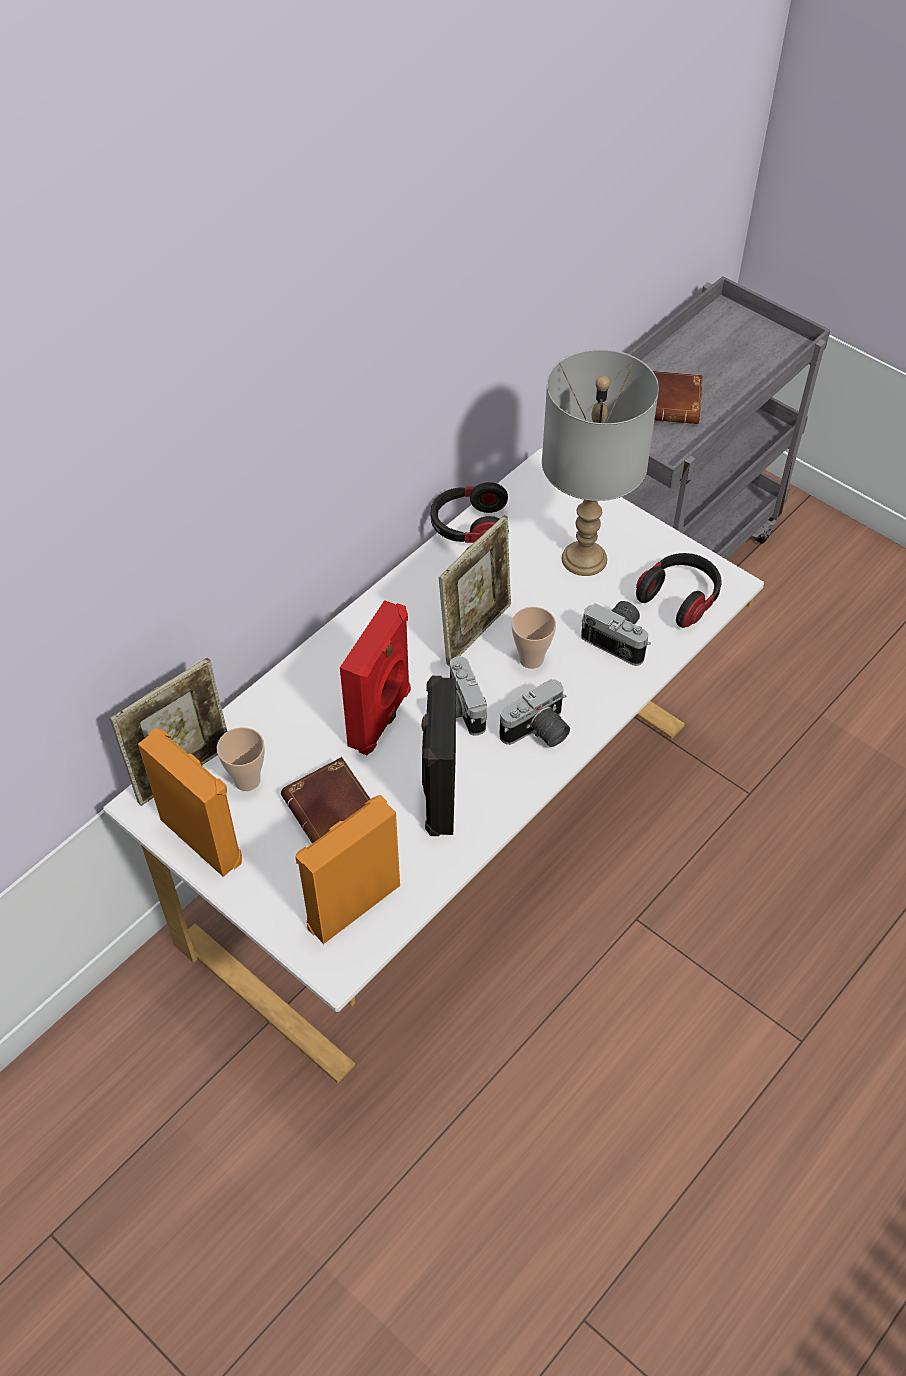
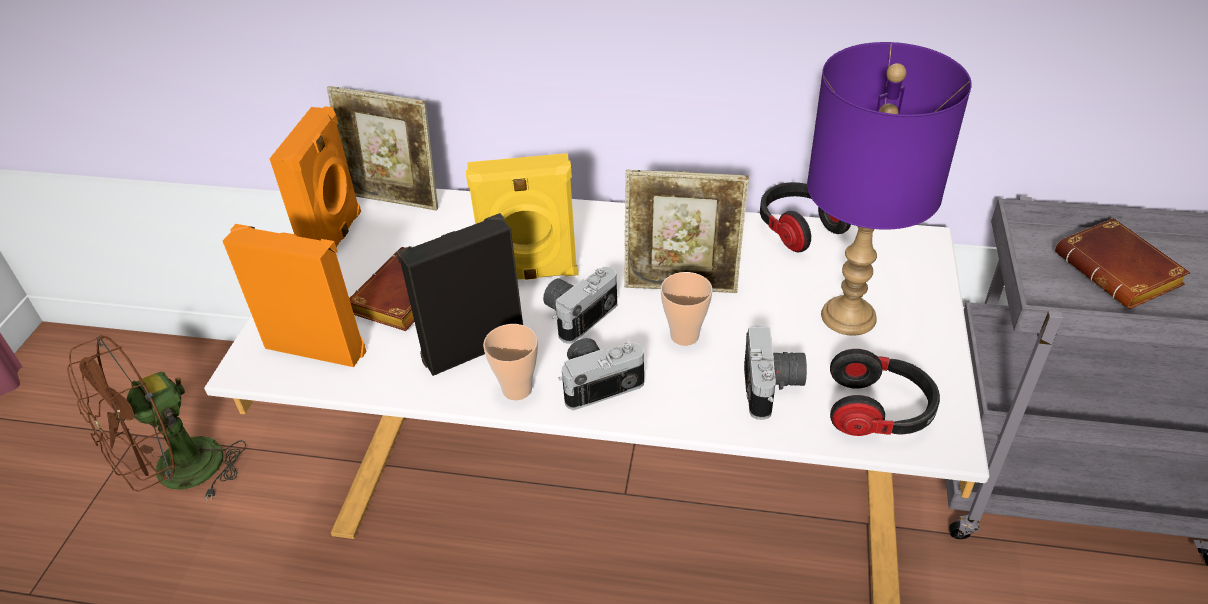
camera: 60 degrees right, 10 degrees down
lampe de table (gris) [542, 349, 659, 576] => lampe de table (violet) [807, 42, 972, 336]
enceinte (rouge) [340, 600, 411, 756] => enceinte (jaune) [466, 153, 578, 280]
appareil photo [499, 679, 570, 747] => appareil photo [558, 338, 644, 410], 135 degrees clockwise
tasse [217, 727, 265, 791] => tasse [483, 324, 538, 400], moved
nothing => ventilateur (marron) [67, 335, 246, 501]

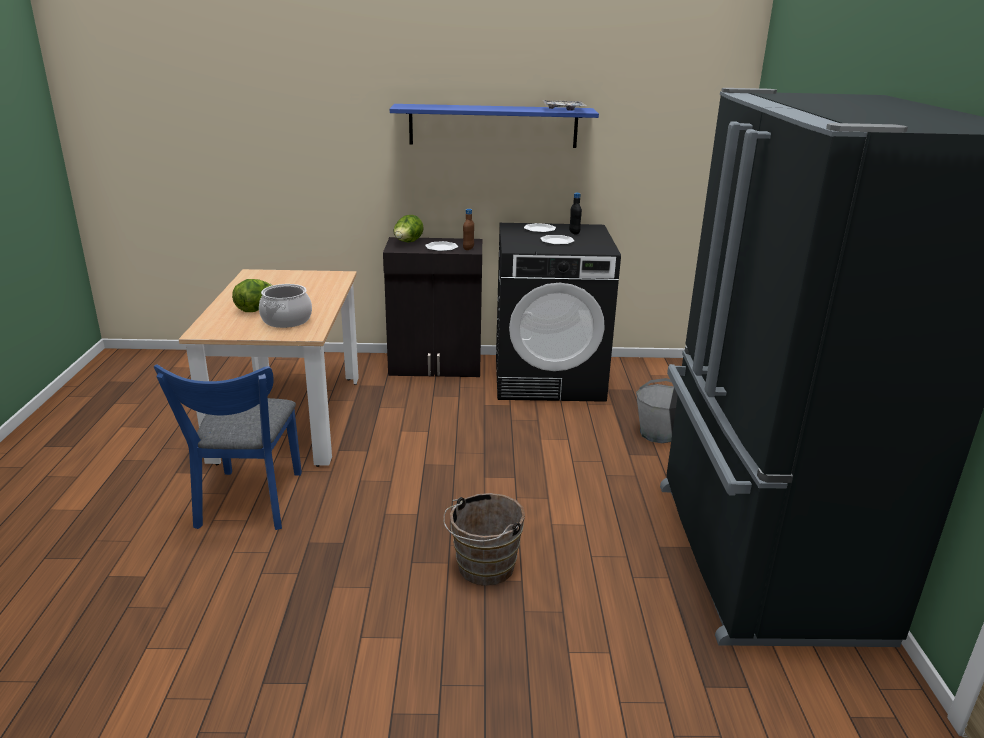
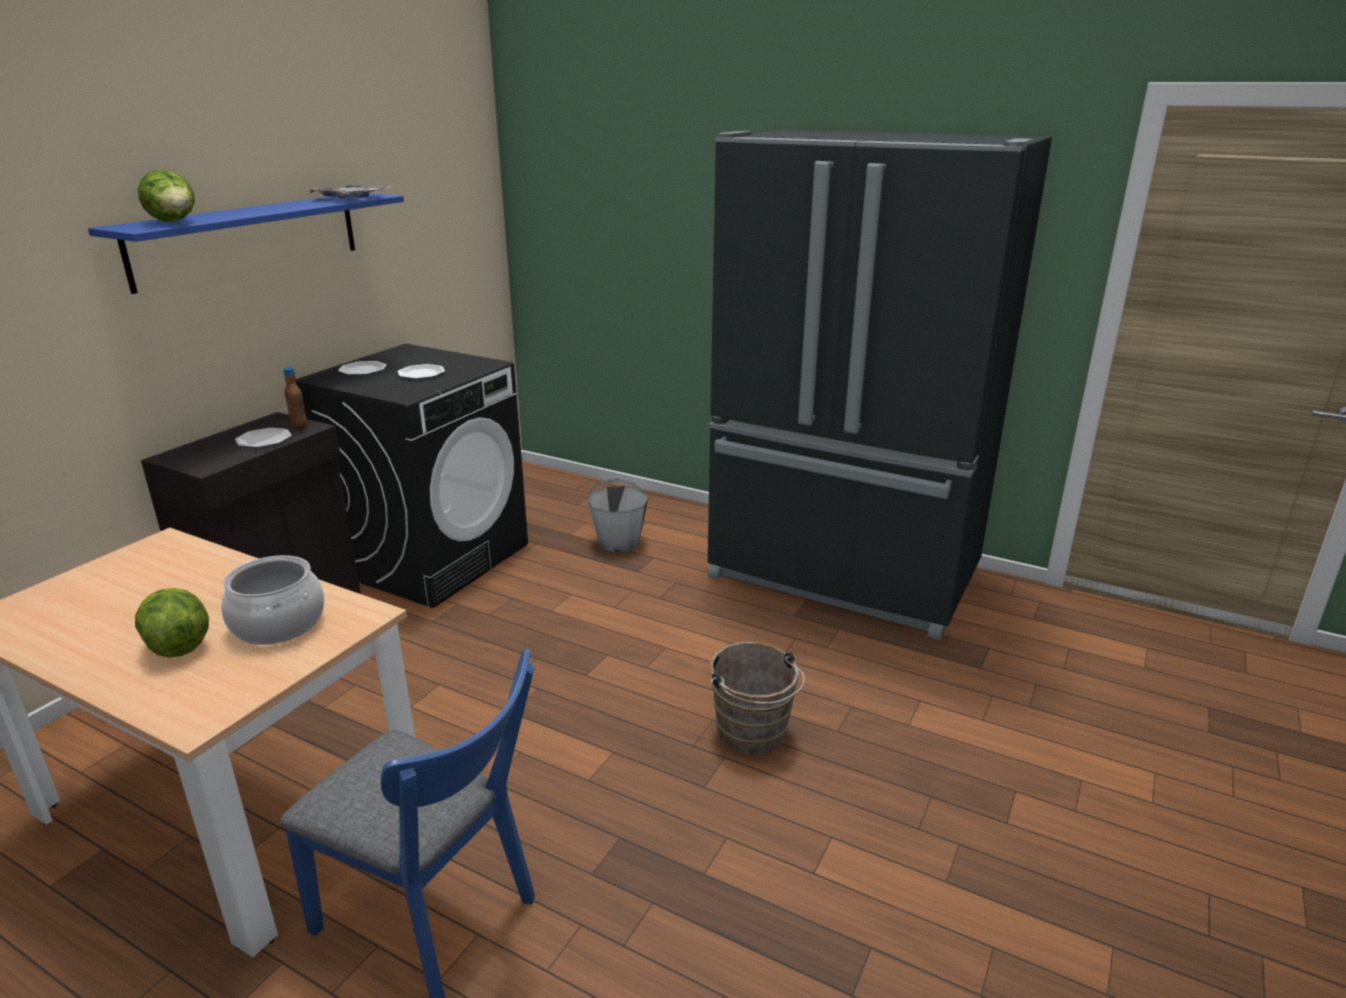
camera: 60 degrees left, 0 degrees up
bouteille (noir) [569, 193, 582, 235] => nothing
laitue [393, 215, 424, 242] => laitue [138, 170, 195, 222], moved

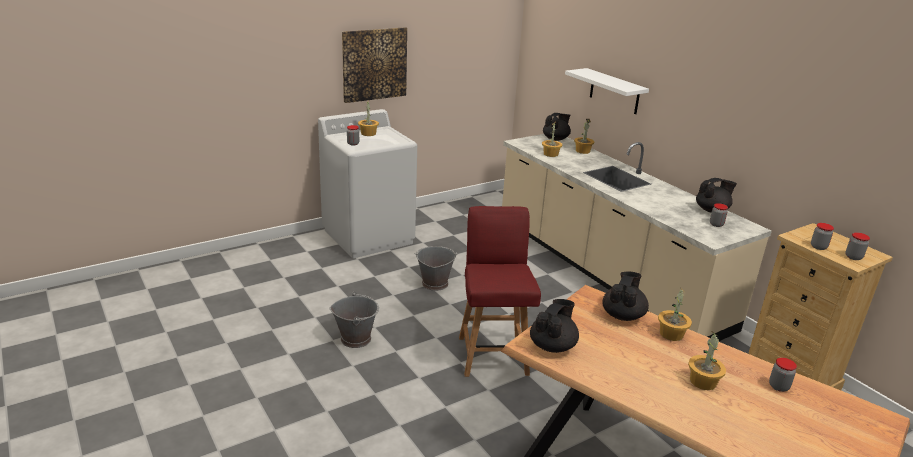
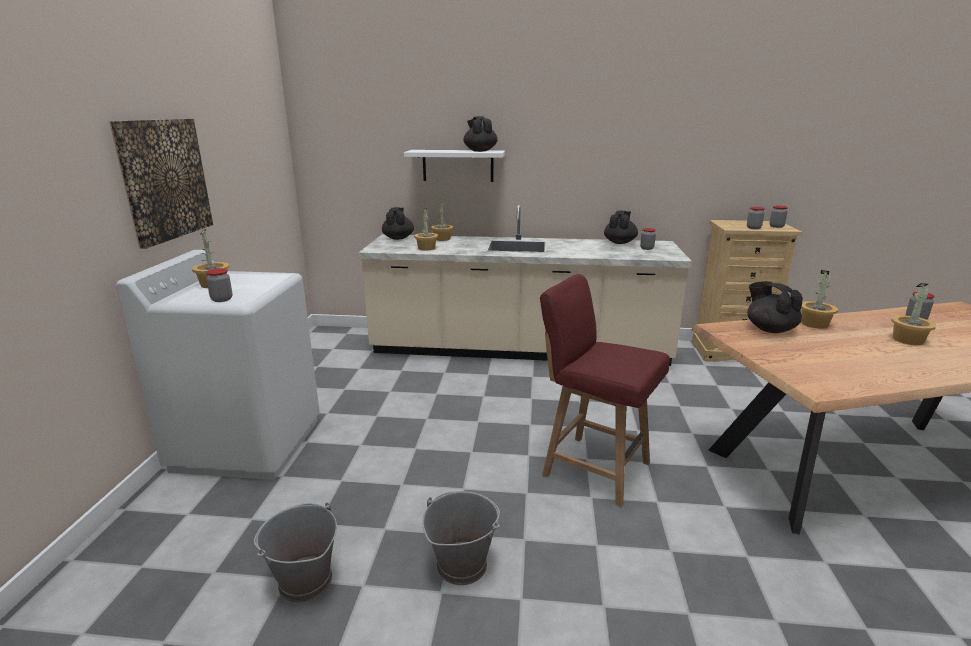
camera: 50 degrees left, 5 degrees down
seau (gris) [415, 246, 458, 291] => seau (gris) [253, 502, 337, 603], moved
théière (noir) [530, 299, 579, 353] => théière (noir) [463, 116, 498, 152], moved

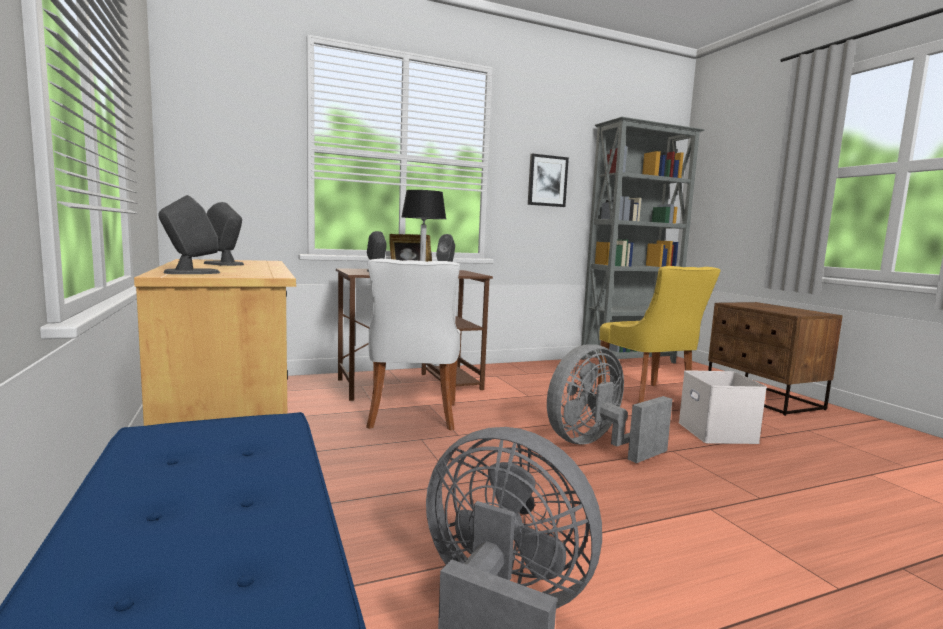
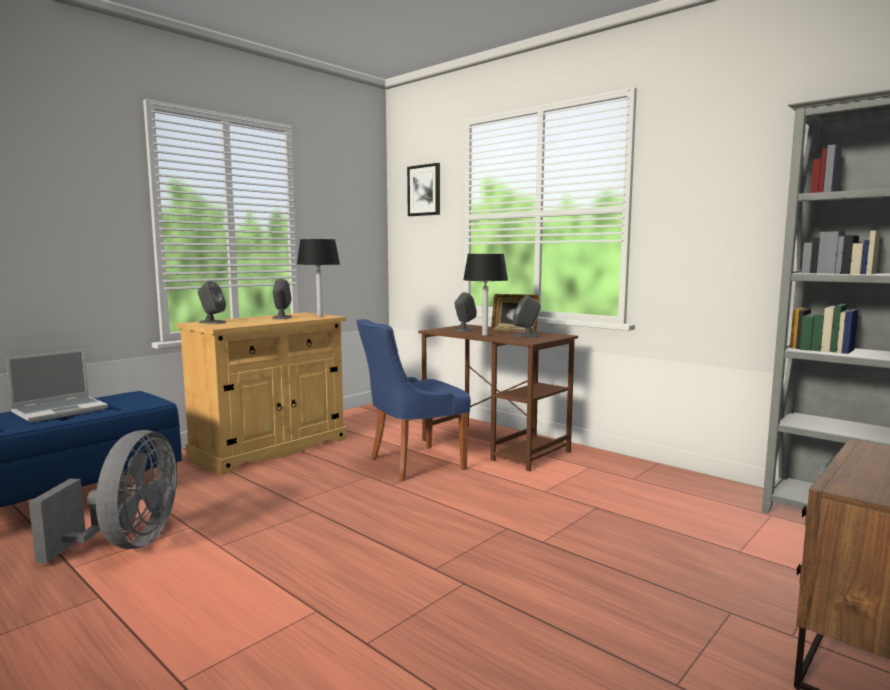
camera: 65 degrees right, 0 degrees up
tableau [528, 153, 569, 207] => tableau [407, 163, 440, 216], moved
chaise (blanc) [366, 259, 460, 430] => chaise (bleu) [356, 319, 471, 481]
chaise (jaune) [598, 266, 721, 403] => nothing
ventilateur (gris) [547, 344, 673, 463] => nothing
boîte de rangement (blanc) [678, 370, 767, 444] => nothing
nothing => lampe de table (noir) [297, 239, 340, 317]
nothing => ordinateur portable [6, 349, 108, 423]

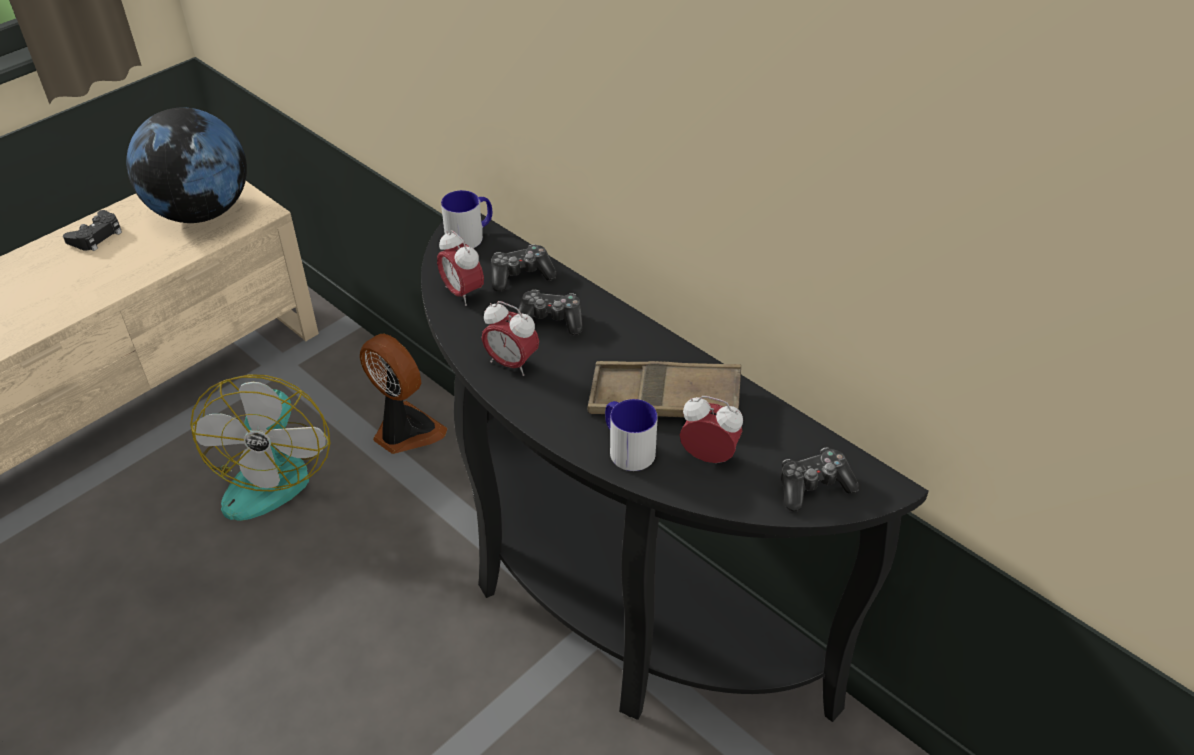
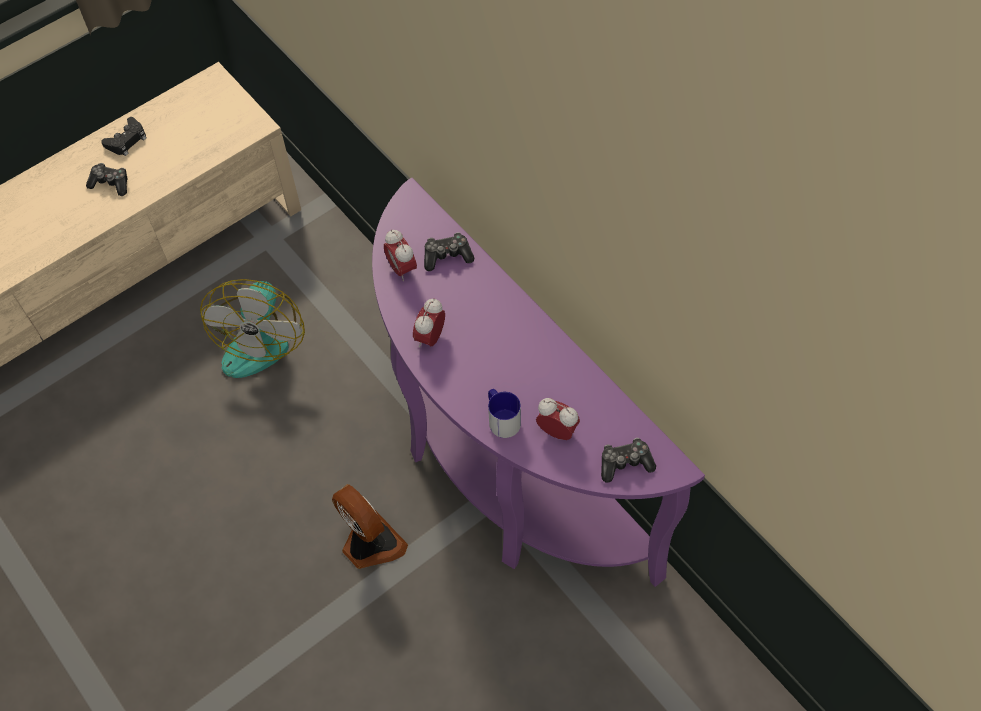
camera: 10 degrees right, 15 degrees up
globe [126, 107, 247, 223] => nothing
mug [441, 190, 492, 248] => nothing
table console (noir) [421, 214, 929, 722] => table console (violet) [372, 178, 705, 587]
manette [517, 290, 583, 335] => manette [86, 163, 128, 196], moved
réveil [482, 301, 539, 376] => réveil [413, 298, 445, 347], 75 degrees clockwise
ventilateur [360, 334, 448, 454] => ventilateur [332, 484, 408, 569], moved
plateau (marron) [588, 361, 741, 418] => nothing

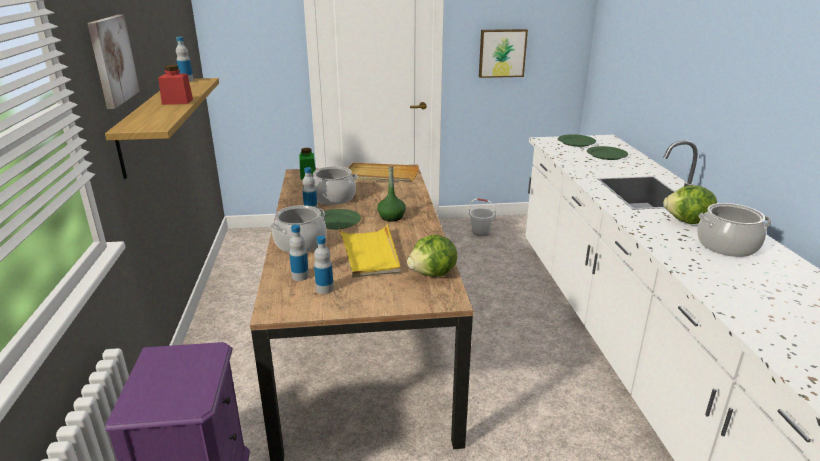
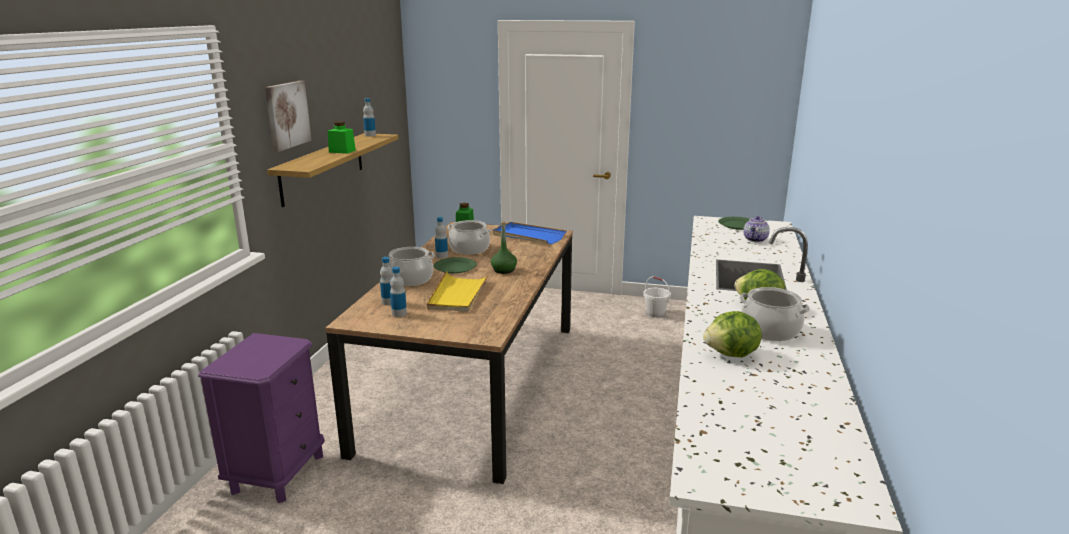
camera: 20 degrees right, 5 degrees down
tableau [479, 29, 528, 78] => nothing
bocal (rouge) [158, 65, 193, 105] => bocal (vert) [328, 121, 356, 154]
assiette (vert) [587, 146, 628, 160] => théière [743, 216, 770, 242]
plateau (beige) [348, 163, 419, 182] => plateau (bleu) [492, 222, 567, 244]
laitue [407, 235, 457, 277] => laitue [703, 311, 762, 357], moved

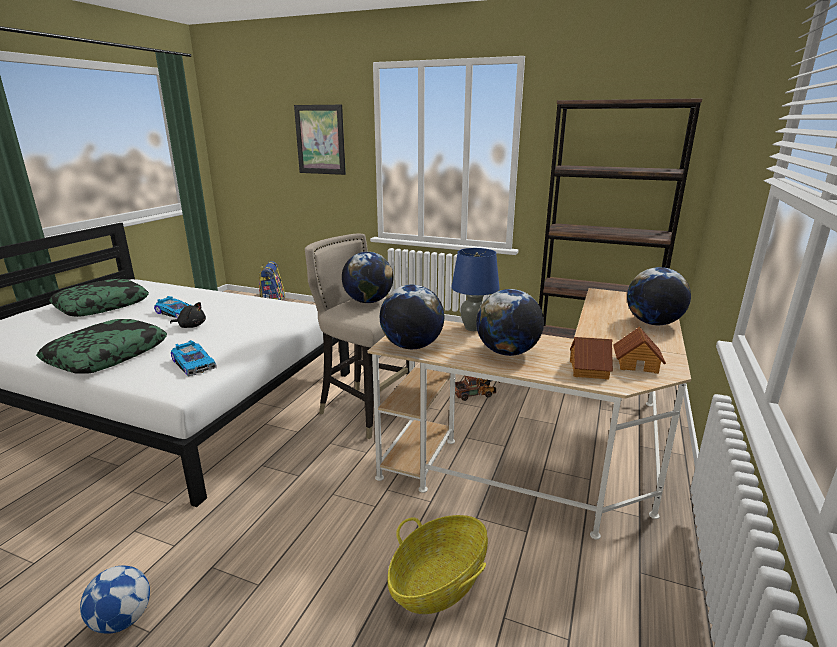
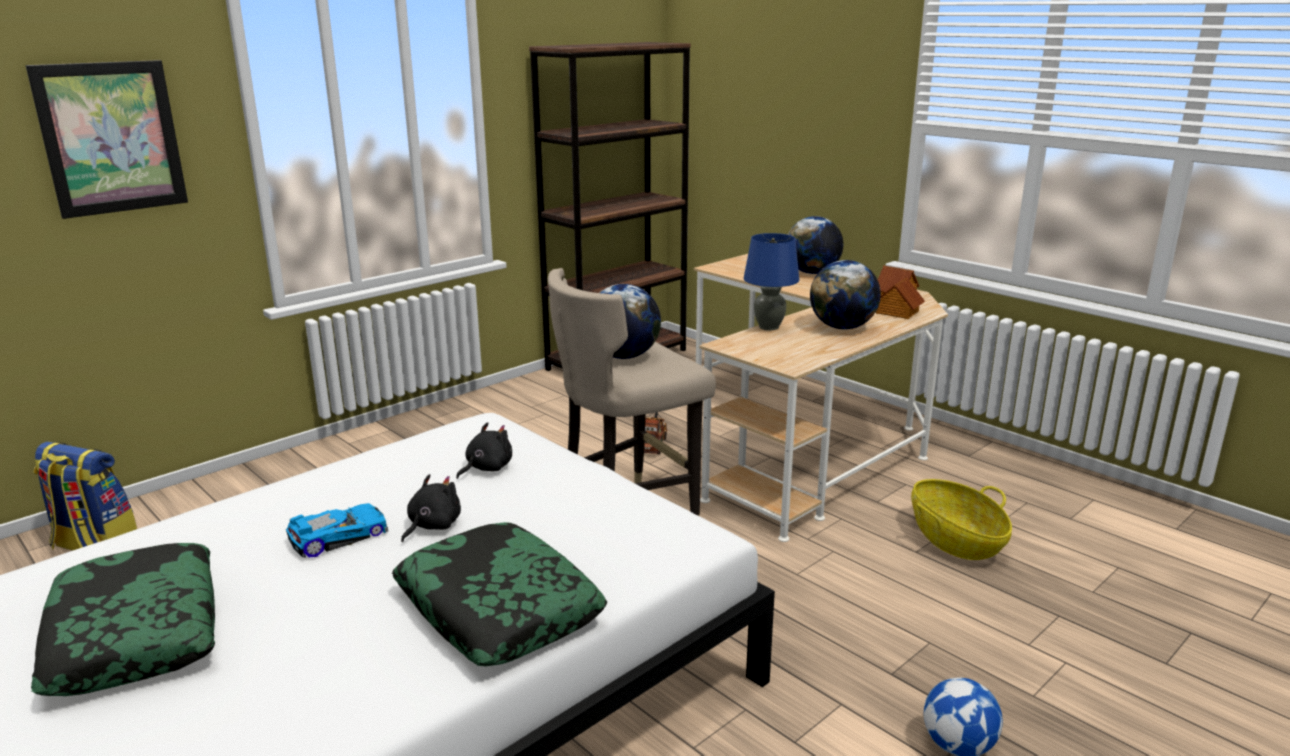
camera: 65 degrees left, 0 degrees up
globe [380, 285, 444, 349] => nothing
petite voiture [171, 340, 217, 376] => nothing
nothing => peluche (noir) [456, 422, 512, 479]

